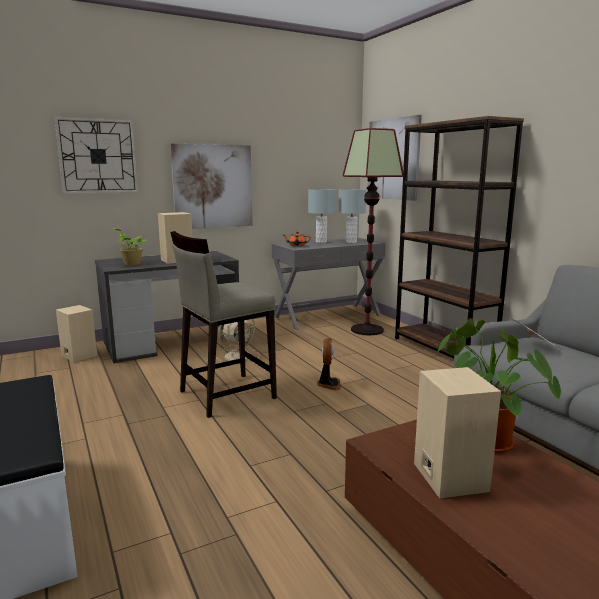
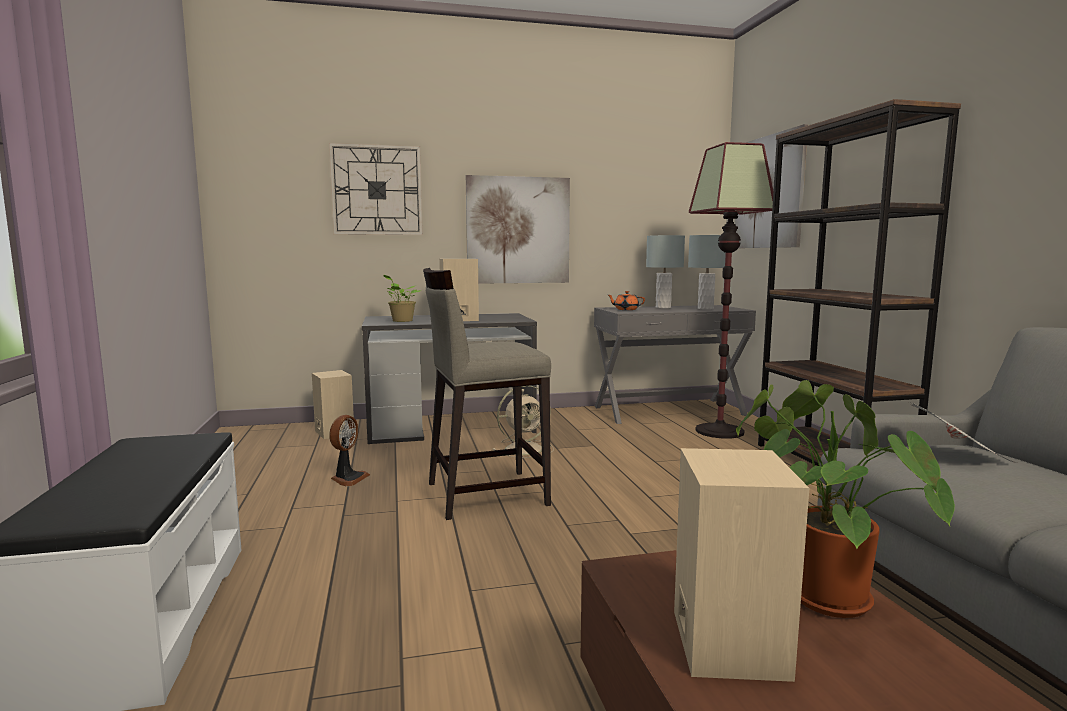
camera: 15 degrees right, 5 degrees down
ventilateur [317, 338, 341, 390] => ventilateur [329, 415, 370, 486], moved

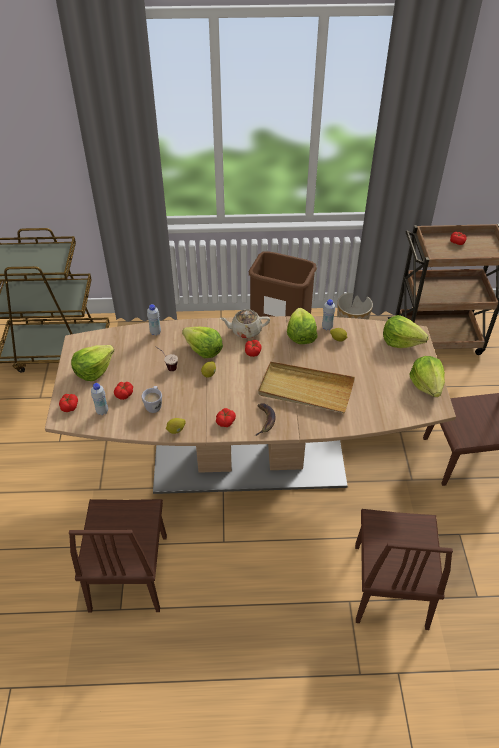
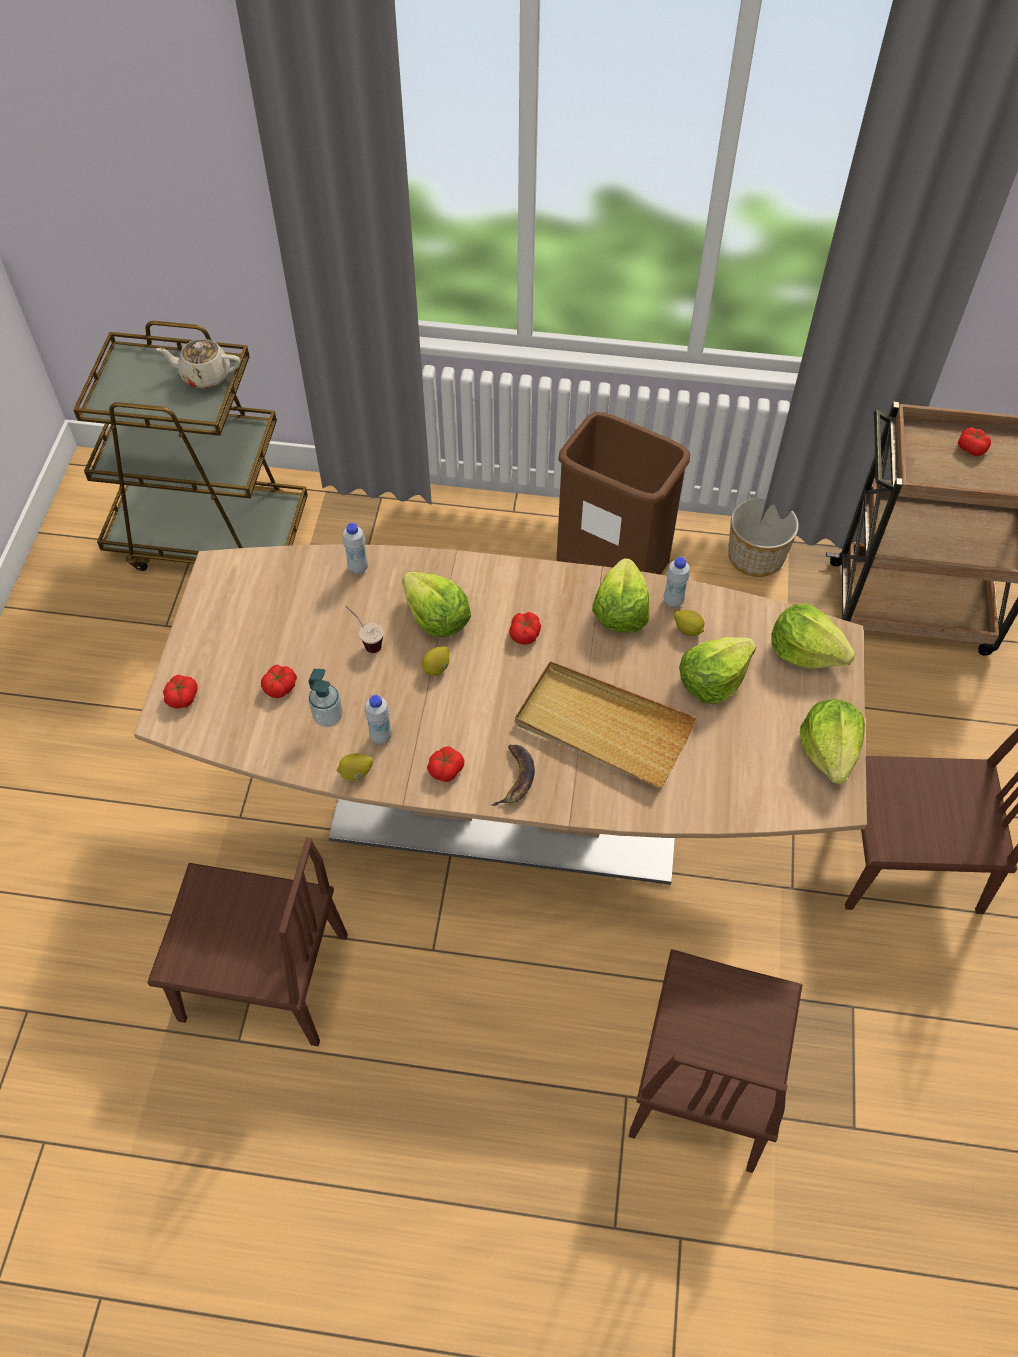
camera: 10 degrees right, 10 degrees up
théière (beige) [220, 309, 270, 339] => théière (beige) [157, 339, 240, 388], moved
laitue [71, 345, 114, 381] => laitue [679, 637, 756, 704], moved
bouteille (blanc) [91, 383, 108, 415] => bouteille (blanc) [365, 695, 392, 745], moved
mug (blanc) [142, 386, 162, 413] => distributeur de savon [308, 669, 343, 727]
chaise (marron) [69, 499, 167, 613] => chaise (marron) [147, 837, 348, 1046], 90 degrees counterclockwise

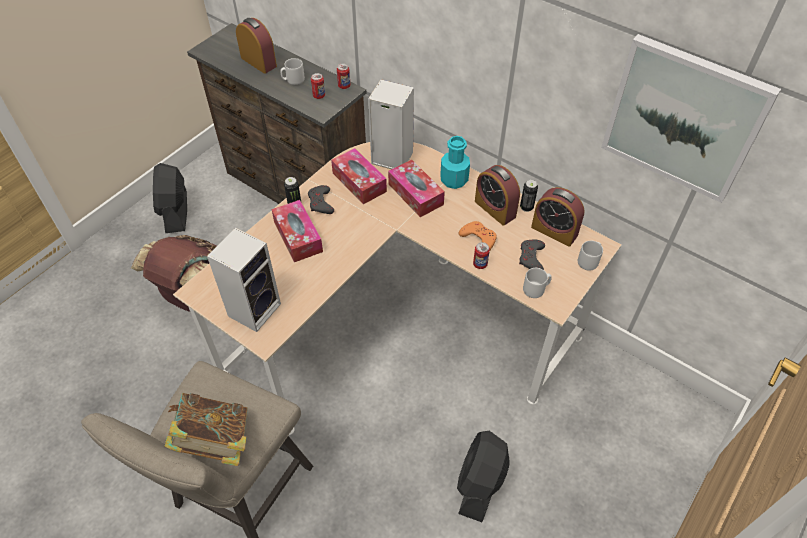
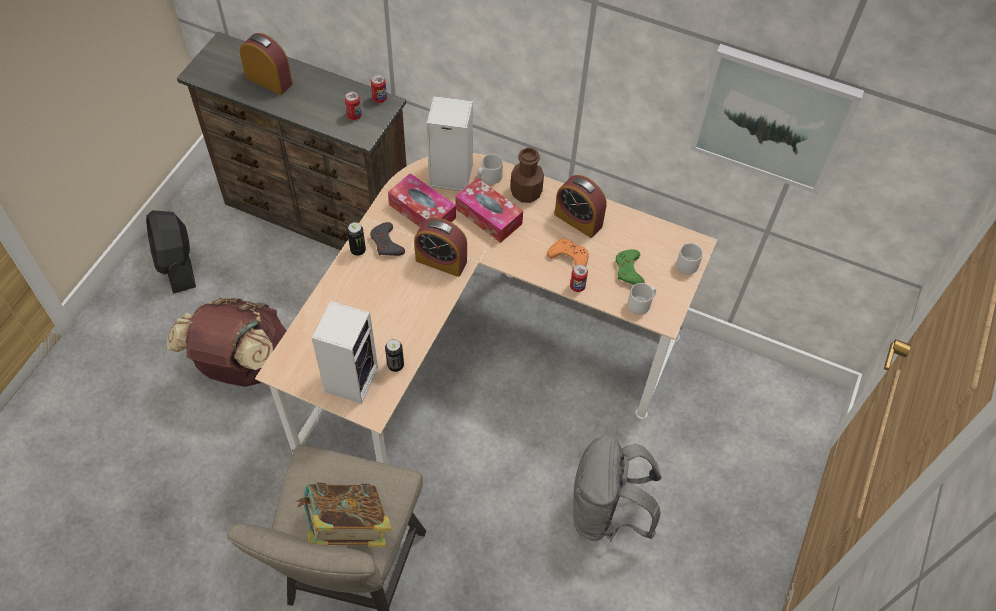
camera: 15 degrees left, 5 degrees up
mug (gris) [280, 58, 305, 85] => mug (gris) [477, 154, 503, 184], moved
bouteille (turquoise) [440, 136, 470, 189] => bouteille (marron) [510, 148, 544, 203]
boîte métallique [520, 179, 538, 212] => boîte métallique [385, 339, 404, 372], moved
réveil [531, 187, 585, 247] => réveil [414, 217, 467, 277], moved
boîte à mouchoirs [271, 200, 323, 262] => nothing
manette (gris) [519, 240, 545, 270] => manette (vert) [615, 249, 645, 285]
ventilateur (noir) [457, 431, 510, 522] => sac à dos (gris) [573, 435, 661, 542]

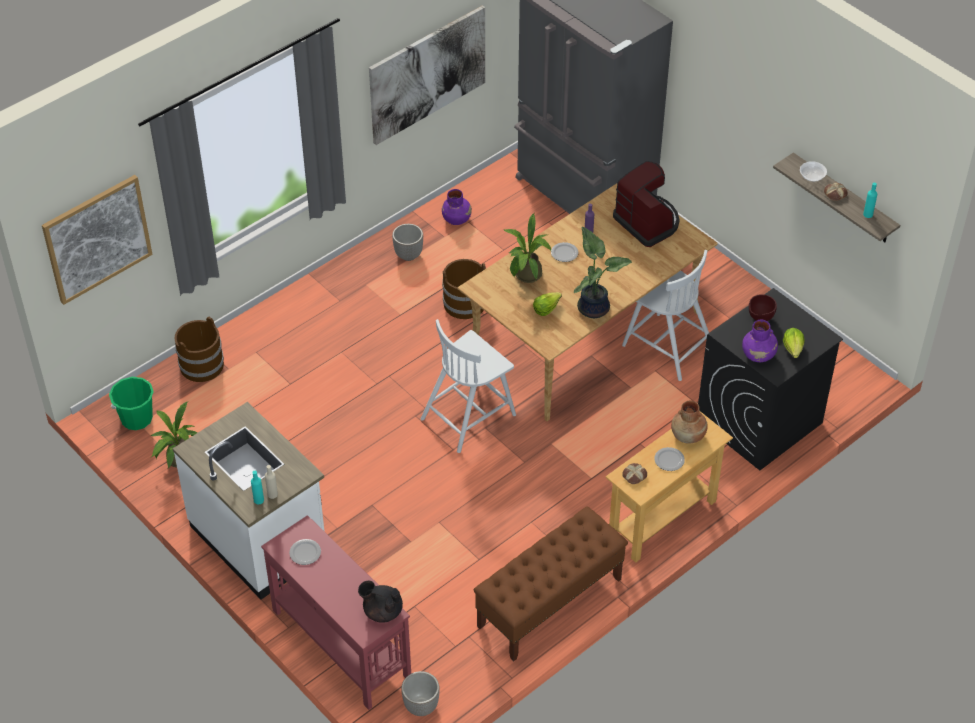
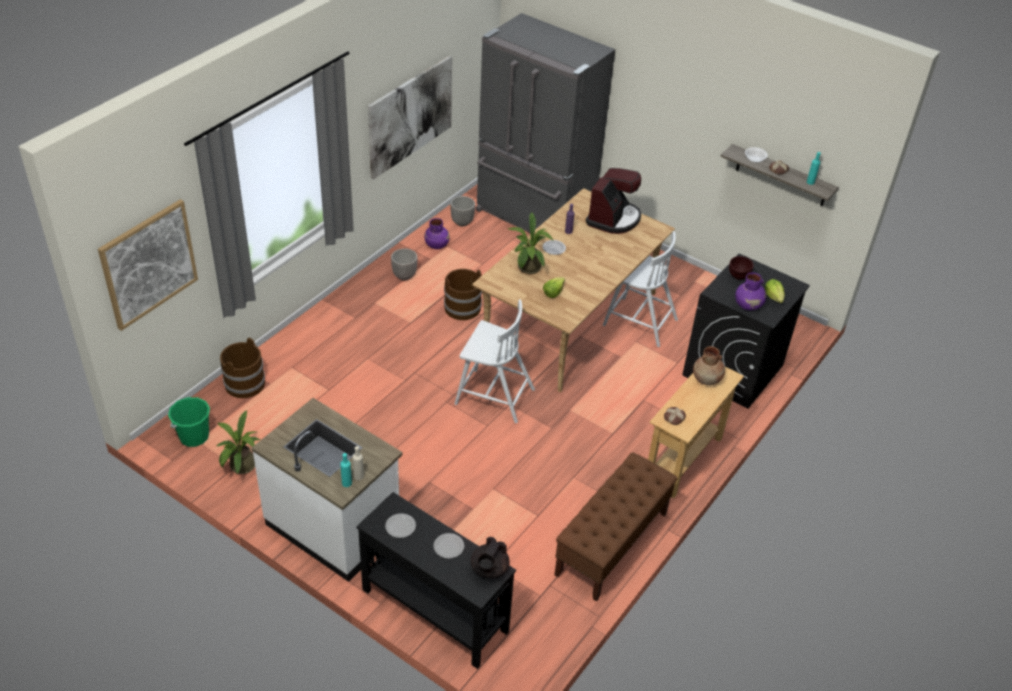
camera: 15 degrees left, 5 degrees down
machine à café [613, 161, 680, 247] => machine à café [586, 168, 641, 234], 75 degrees clockwise
plante en pot [574, 227, 631, 318] => nothing
chaise (blanc) [421, 319, 516, 453] => chaise (blanc) [455, 300, 535, 423], 105 degrees counterclockwise
assiette [654, 447, 685, 471] => assiette [433, 533, 464, 559], moved
table console (rouge) [261, 515, 411, 710] => table console (noir) [356, 492, 516, 669]
théière (noir) [358, 580, 403, 623] => théière (noir) [471, 537, 510, 579], 75 degrees counterclockwise
cache-pot [401, 671, 440, 716] => cache-pot [450, 196, 475, 226], moved

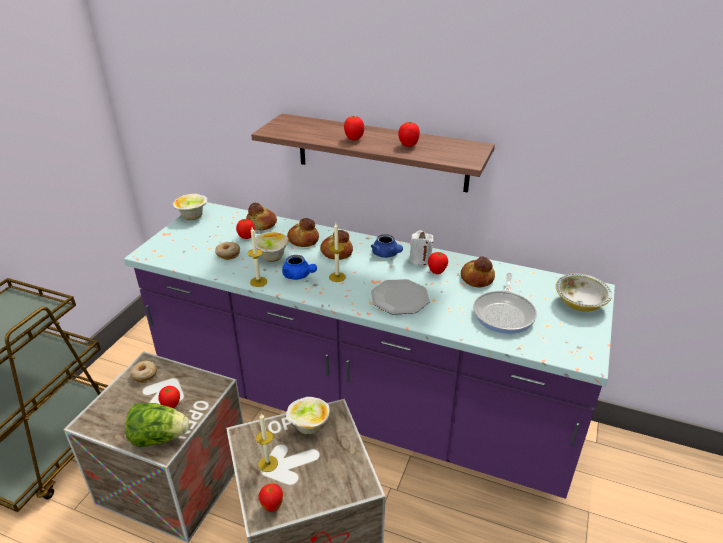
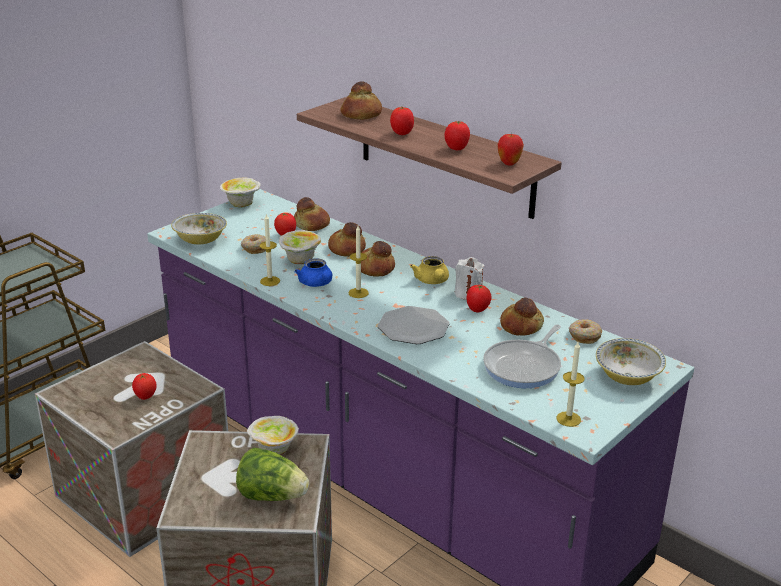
camera: 20 degrees right, 5 degrees down
théière (bleu) [371, 234, 403, 258] => théière (jaune) [410, 256, 449, 284]
beignet [130, 361, 157, 383] => beignet [569, 319, 602, 344], moved
laitue [125, 403, 189, 447] => laitue [236, 448, 309, 501], moved
bougie [256, 414, 278, 472] => bougie [556, 342, 584, 427], moved
pomme [258, 483, 283, 512] => pomme [498, 133, 524, 166], moved
nothing => pain [340, 82, 382, 120]
nothing => bol [171, 213, 227, 244]

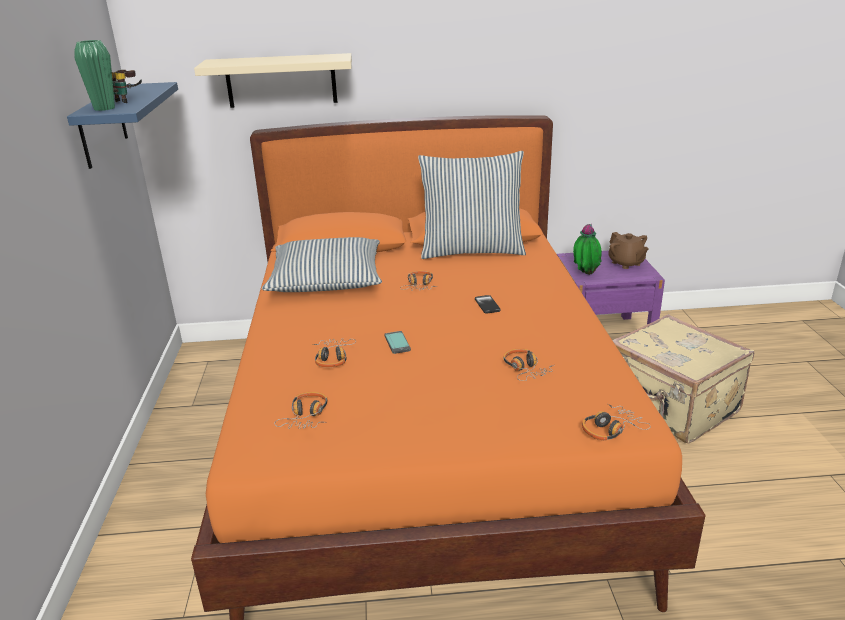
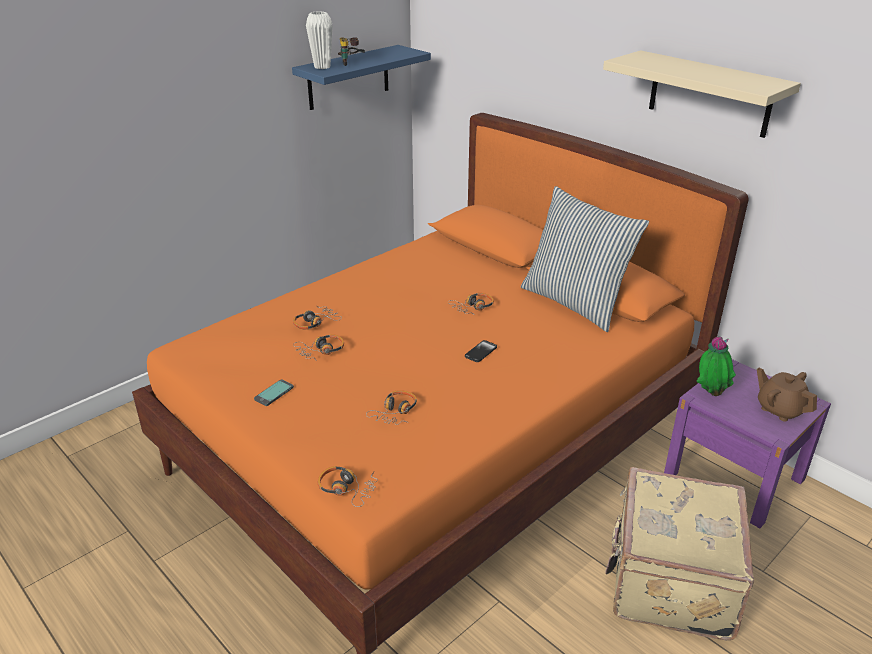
camera: 50 degrees right, 5 degrees up
vase (vert) [74, 40, 115, 111] => vase (blanc) [306, 11, 333, 69]
étagère (beige) [194, 53, 352, 108] => étagère (beige) [603, 50, 801, 138], moved
théière (marron) [608, 232, 649, 269] => théière (marron) [757, 368, 817, 422], 120 degrees clockwise
coussin [262, 237, 382, 292] => nothing
téléphone [384, 331, 411, 354] => téléphone [254, 379, 294, 406], moved
casque audio [274, 392, 327, 429] => casque audio [293, 334, 344, 361], moved

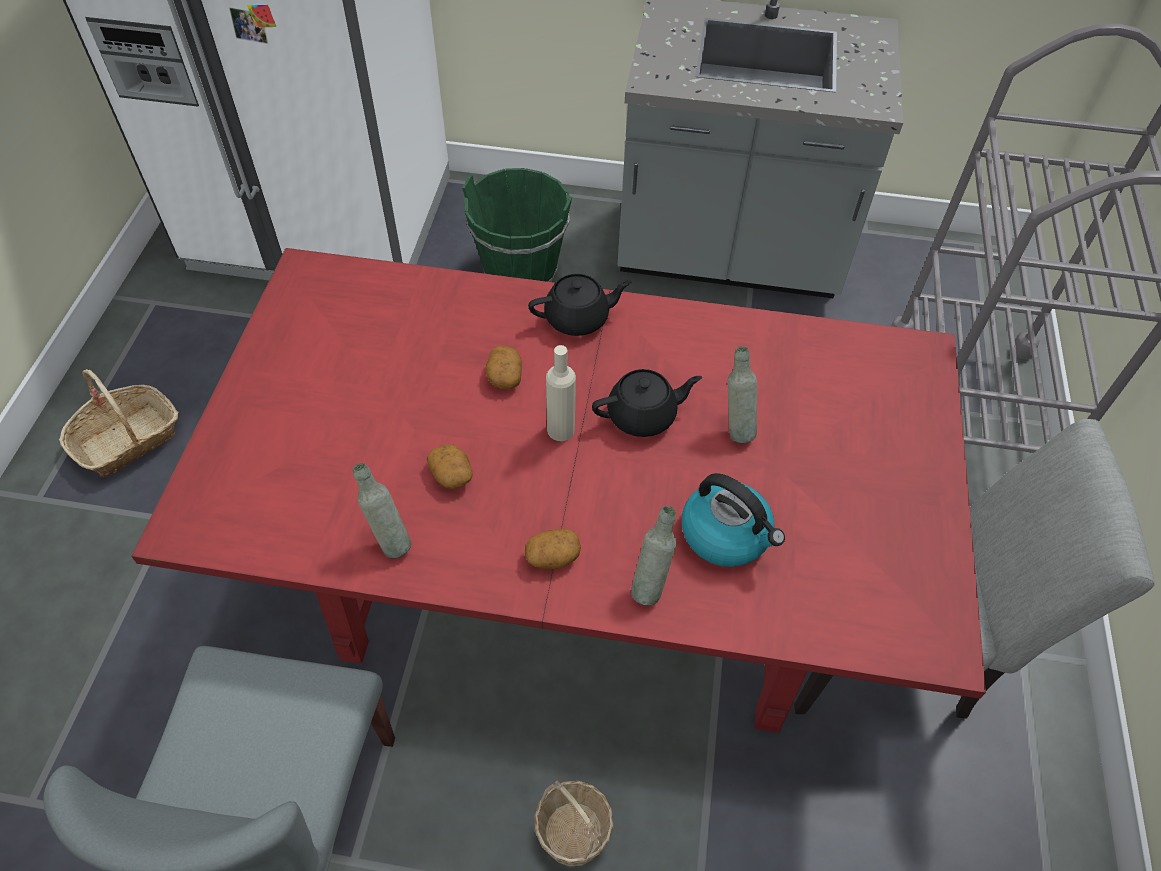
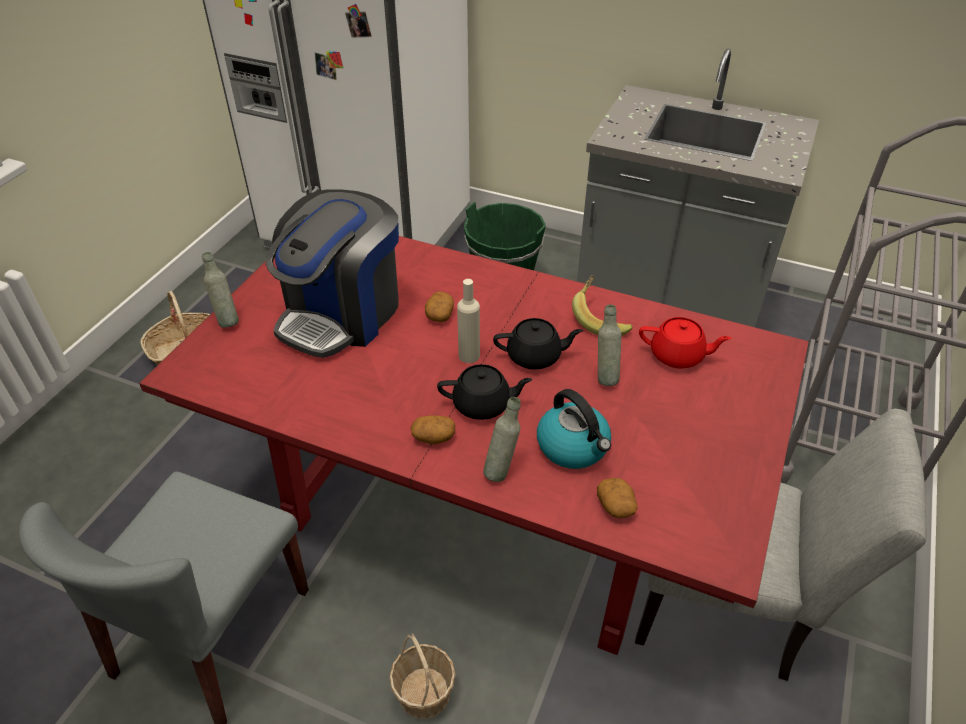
camera: 15 degrees right, 10 degrees down
théière (noir) [528, 274, 632, 336] => théière (noir) [437, 364, 533, 420], moved
pomme de terre [427, 444, 473, 489] => pomme de terre [597, 478, 638, 518], moved
bouteille (gris) [353, 463, 411, 558] => bouteille (gris) [202, 252, 239, 328], moved
nothing => machine à café [265, 189, 399, 358]
nothing => banane [572, 275, 633, 336]
nothing => théière (rouge) [639, 317, 732, 369]

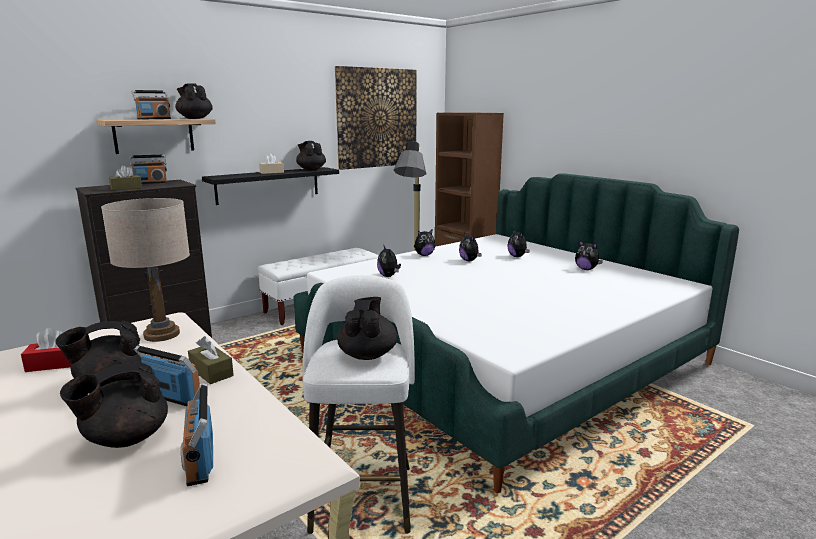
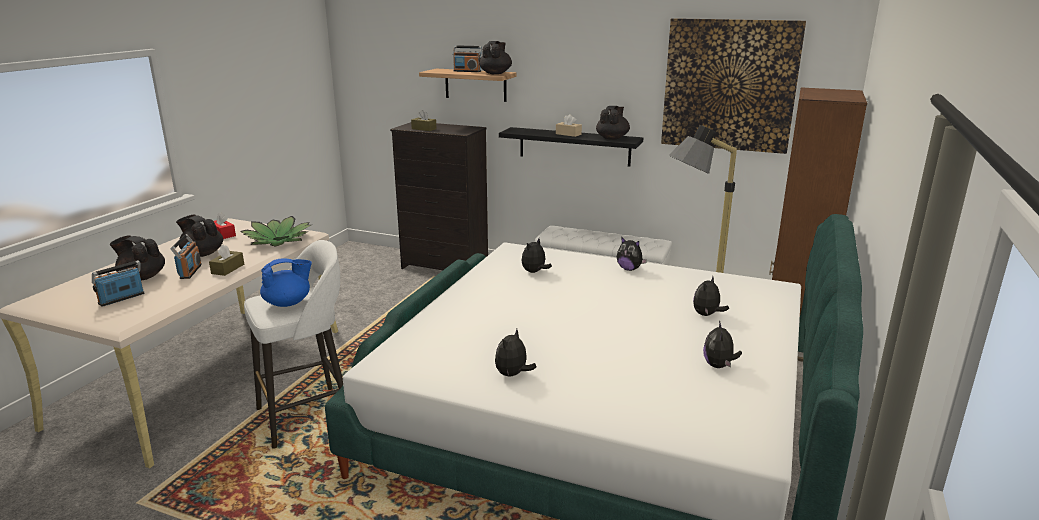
camera: 60 degrees right, 5 degrees up
radio [129, 155, 167, 184] => nothing
lampe de table (beige) [101, 198, 190, 342] => plante en pot [240, 216, 311, 247]
peluche [459, 233, 482, 261] => peluche [495, 329, 537, 377], moved
théière (noir) [338, 297, 397, 360] => théière (bleu) [260, 259, 312, 307]

